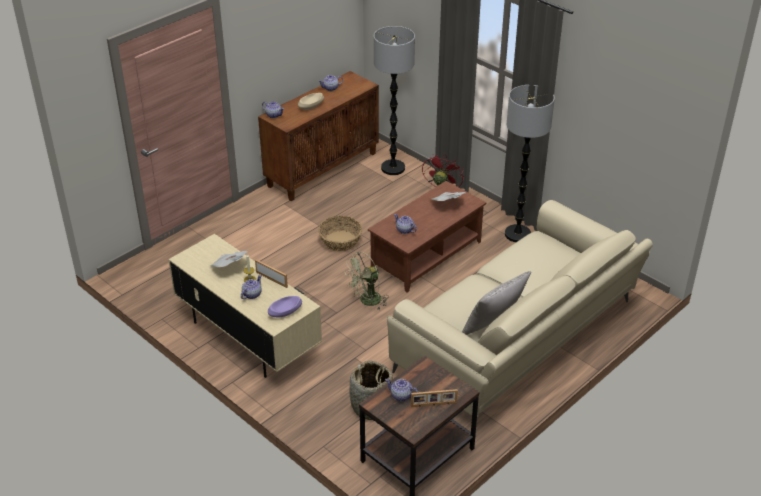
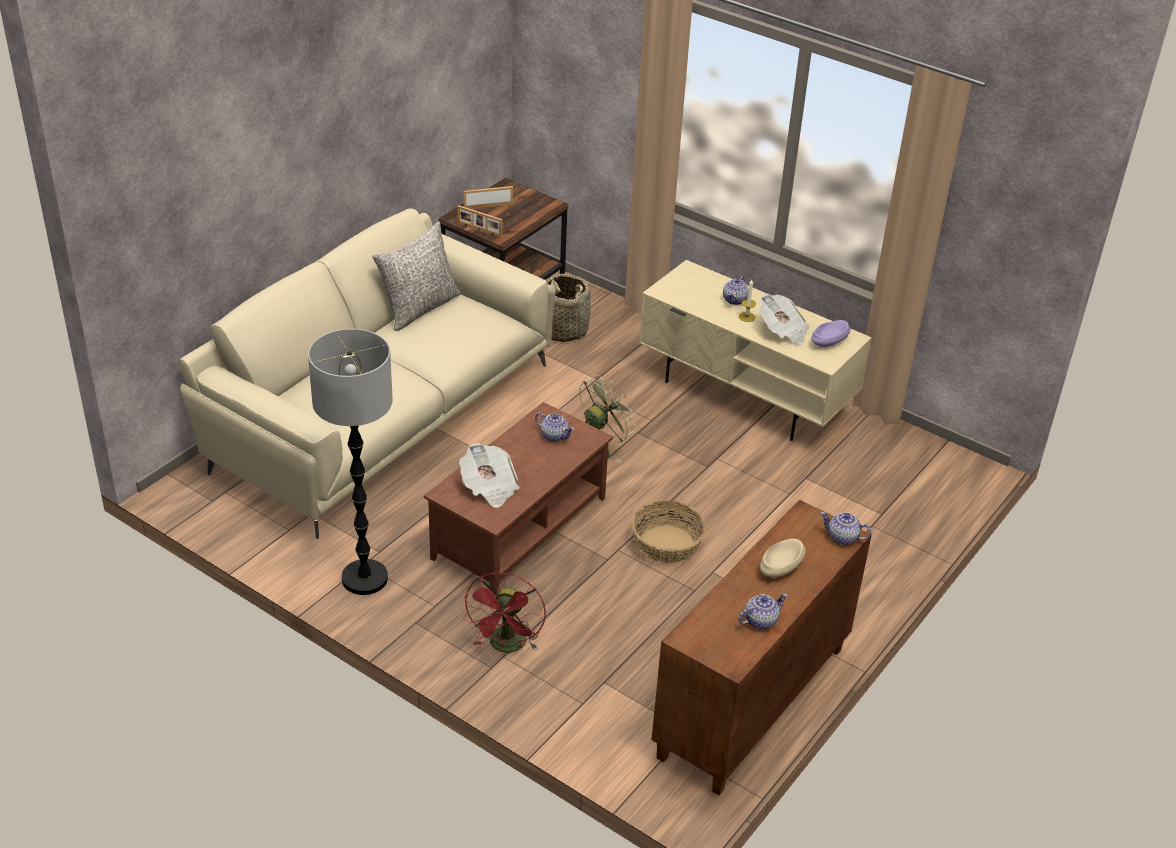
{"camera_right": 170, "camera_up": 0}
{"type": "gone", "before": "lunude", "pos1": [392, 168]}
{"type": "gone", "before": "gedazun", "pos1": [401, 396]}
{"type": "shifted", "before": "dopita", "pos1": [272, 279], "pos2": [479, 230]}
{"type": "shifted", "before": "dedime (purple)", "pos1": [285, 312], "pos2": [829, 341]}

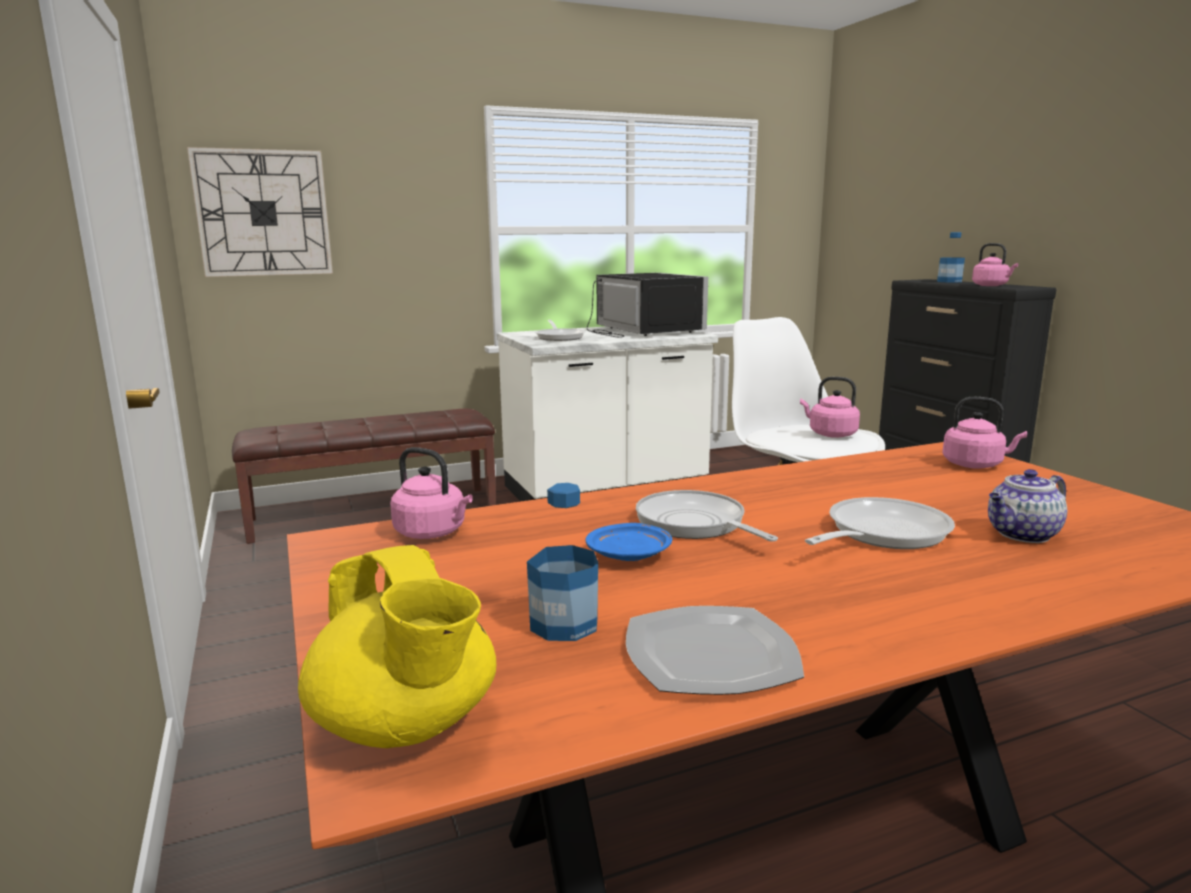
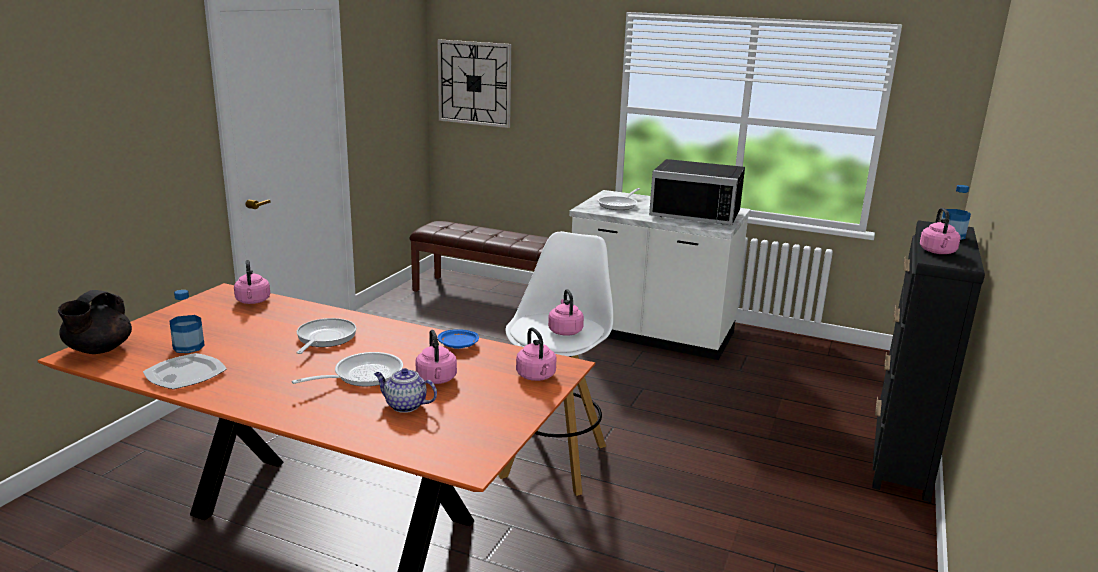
{"camera_right": 45, "camera_up": 5}
{"type": "new", "after": "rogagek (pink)", "pos2": [436, 380]}
{"type": "shifted", "before": "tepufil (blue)", "pos1": [629, 555], "pos2": [459, 345]}
{"type": "repainted", "before": "gedazun (yellow)", "after": "gedazun (black)", "pos1": [406, 726], "pos2": [98, 350]}
{"type": "rotated", "before": "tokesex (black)", "pos1": [642, 331], "pos2": [697, 213], "turn": 90}
{"type": "rotated", "before": "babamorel", "pos1": [880, 533], "pos2": [362, 375], "turn": -45}

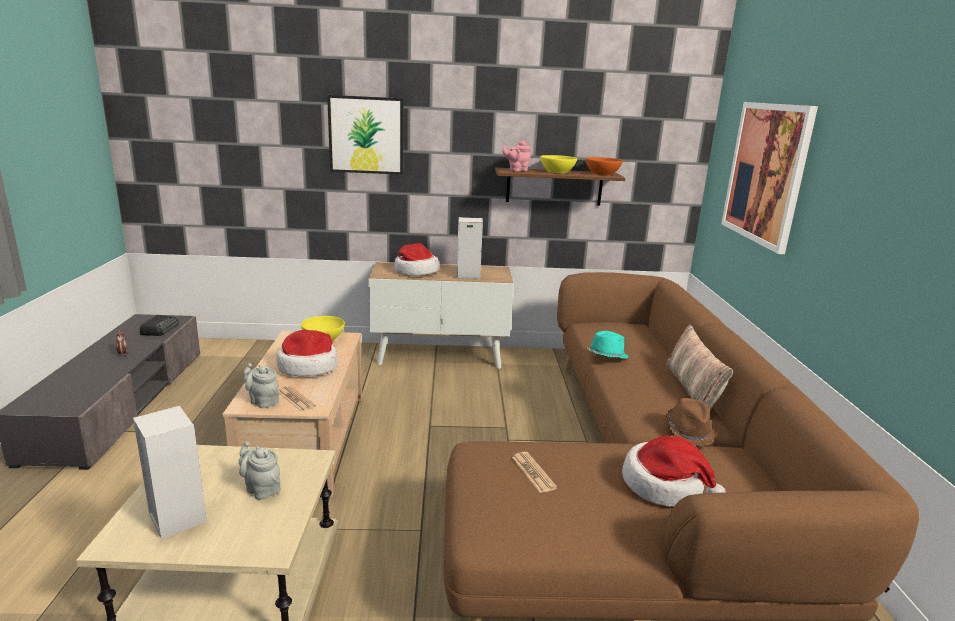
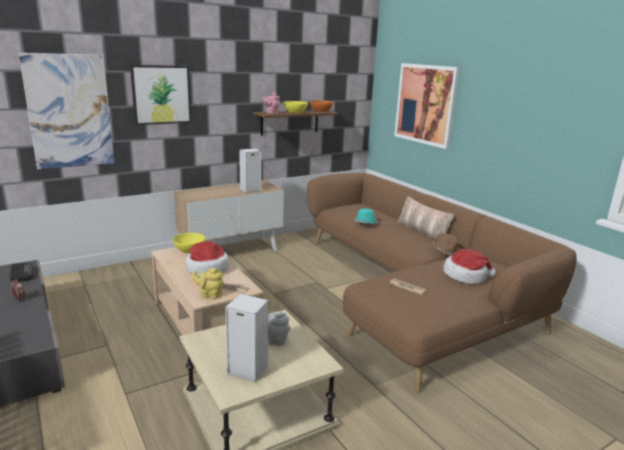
{"camera_right": -30, "camera_up": 0}
{"type": "gone", "before": "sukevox", "pos1": [415, 271]}
{"type": "new", "after": "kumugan", "pos2": [70, 112]}
{"type": "repainted", "before": "gedazun (grey)", "after": "gedazun (yellow)", "pos1": [263, 401], "pos2": [209, 295]}

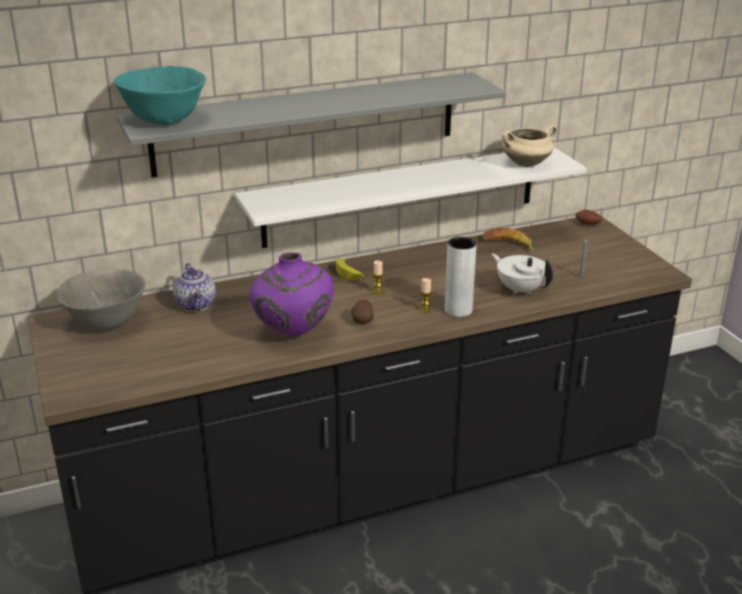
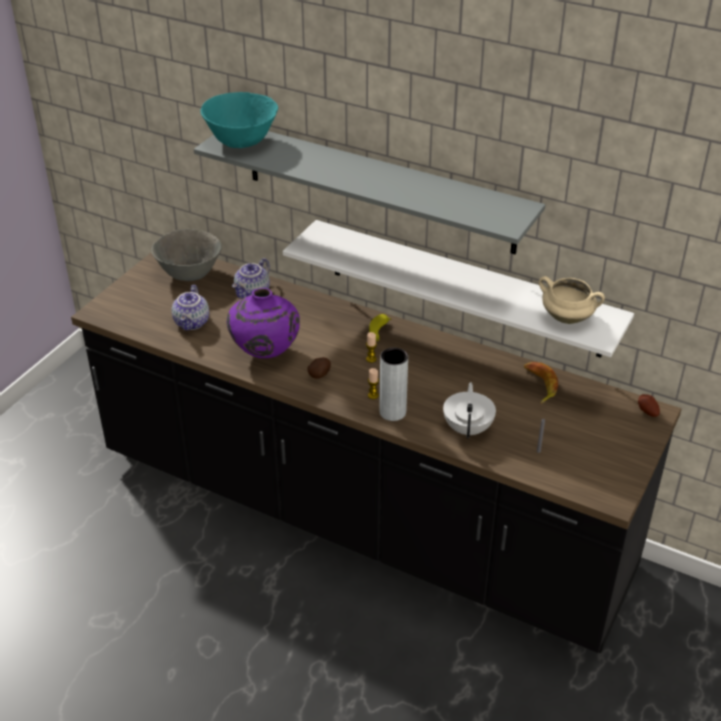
{"camera_right": 50, "camera_up": 10}
{"type": "new", "after": "gedazun", "pos2": [192, 323]}

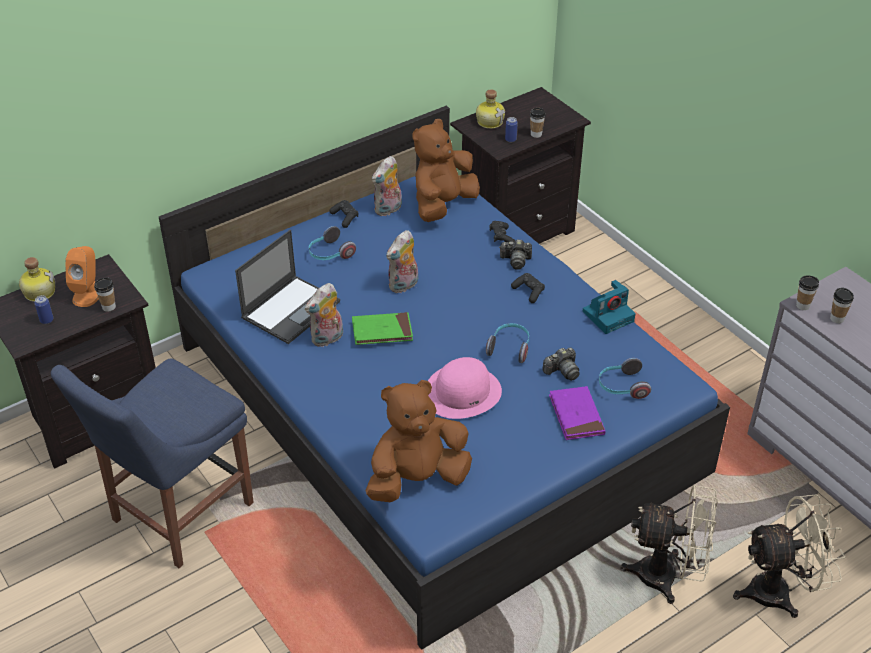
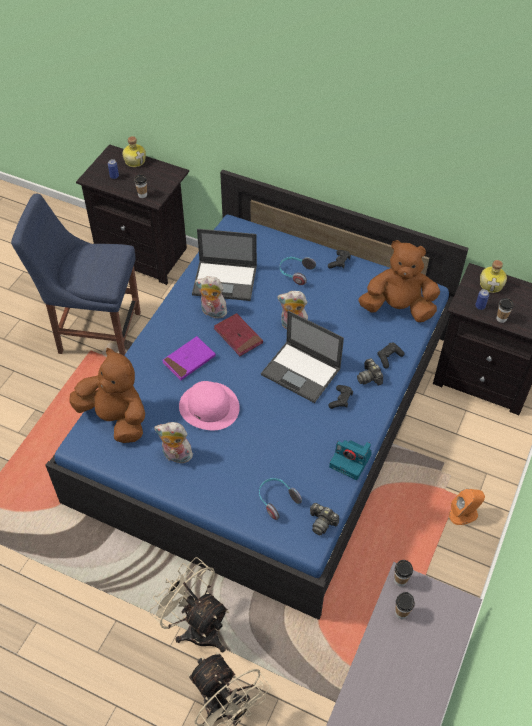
{"camera_right": 60, "camera_up": 10}
{"type": "gone", "before": "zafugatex", "pos1": [509, 348]}
{"type": "new", "after": "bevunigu", "pos2": [302, 372]}
{"type": "shifted", "before": "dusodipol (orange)", "pos1": [88, 293], "pos2": [463, 514]}
{"type": "shifted", "before": "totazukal", "pos1": [388, 210], "pos2": [176, 456]}
{"type": "shifted", "before": "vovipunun", "pos1": [562, 371], "pos2": [322, 522]}
{"type": "shifted", "before": "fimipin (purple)", "pos1": [576, 415], "pos2": [189, 360]}
{"type": "repainted", "before": "fimipin (green)", "after": "fimipin (red)", "pos1": [382, 331], "pos2": [238, 336]}
{"type": "rotated", "before": "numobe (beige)", "pos1": [668, 577], "pos2": [197, 626], "turn": 150}

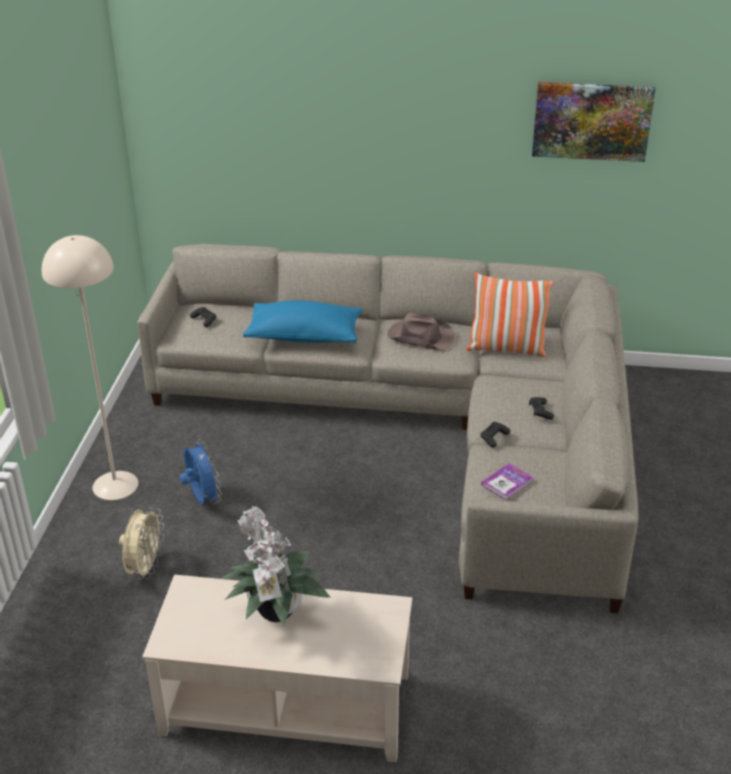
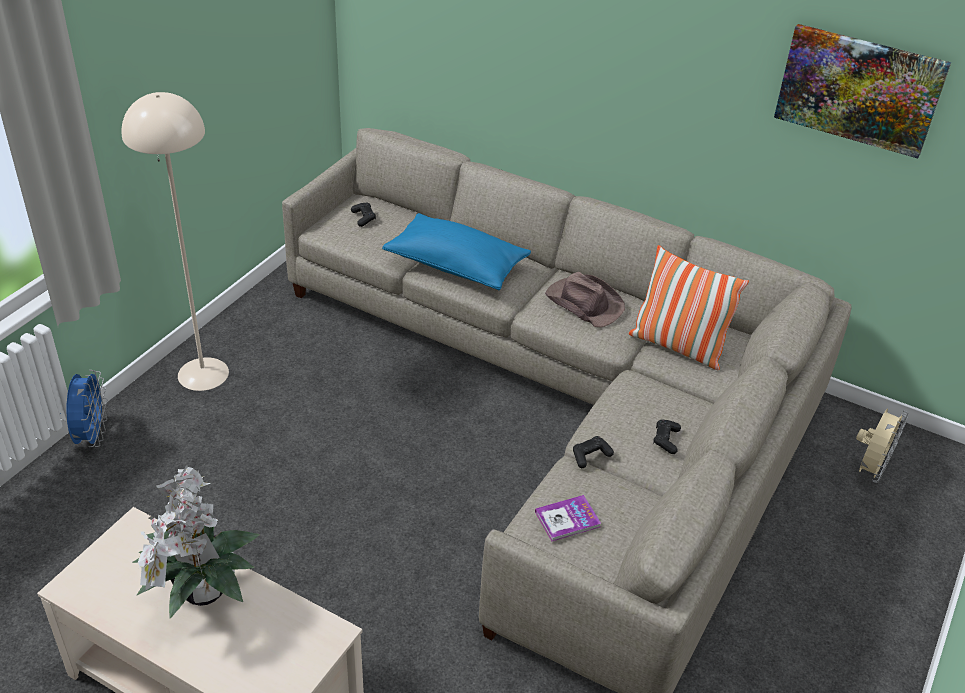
{"camera_right": 20, "camera_up": 5}
{"type": "shifted", "before": "numobe (beige)", "pos1": [145, 568], "pos2": [869, 470]}
{"type": "shifted", "before": "numobe (blue)", "pos1": [202, 499], "pos2": [91, 436]}

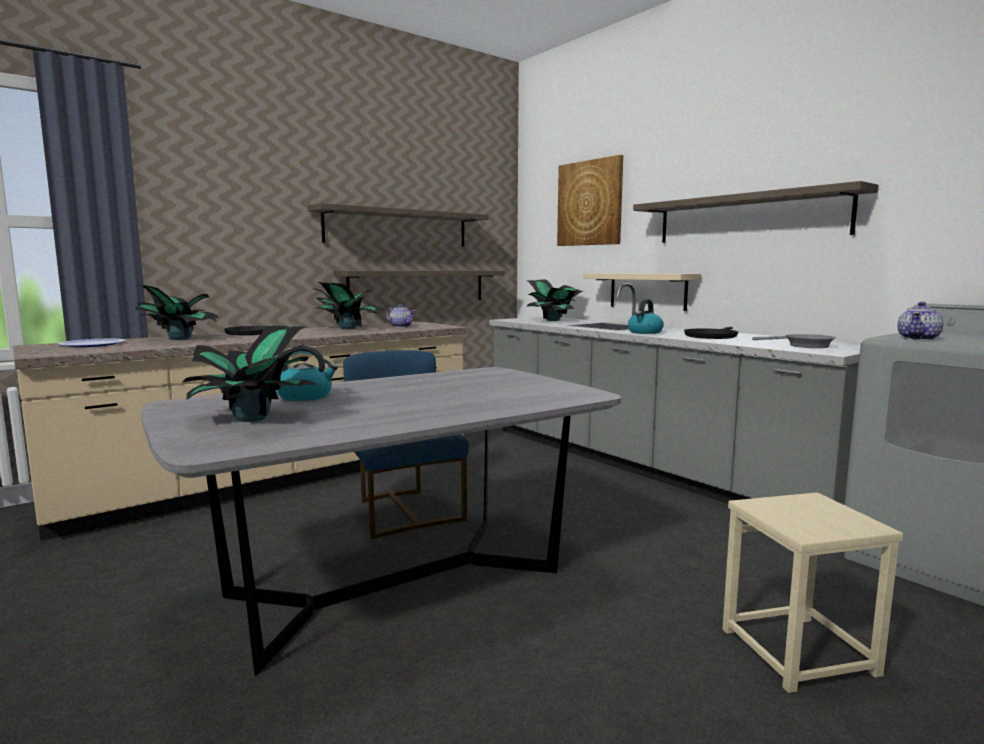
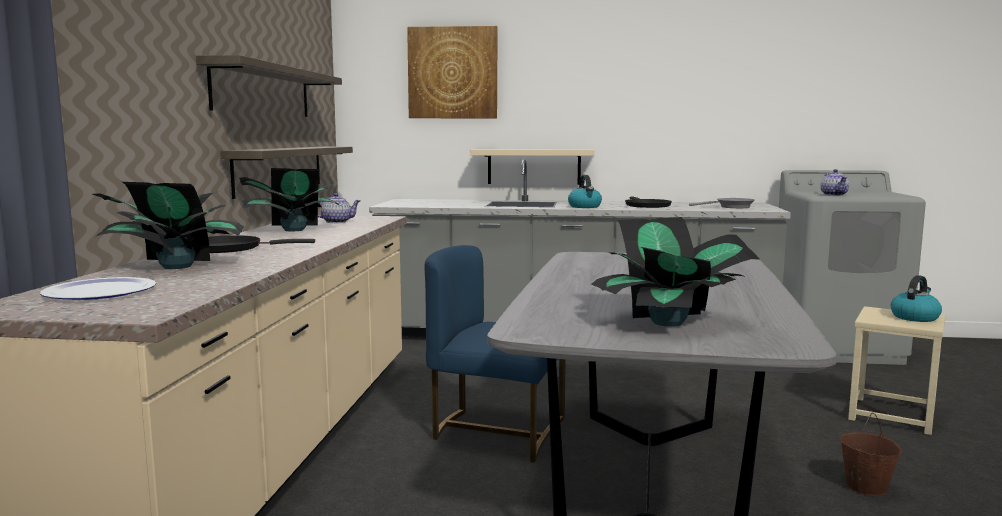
{"camera_right": -45, "camera_up": 0}
{"type": "gone", "before": "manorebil", "pos1": [553, 320]}
{"type": "gone", "before": "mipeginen", "pos1": [747, 218]}
{"type": "new", "after": "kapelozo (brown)", "pos2": [865, 487]}
{"type": "shifted", "before": "rogagek", "pos1": [306, 396], "pos2": [914, 317]}

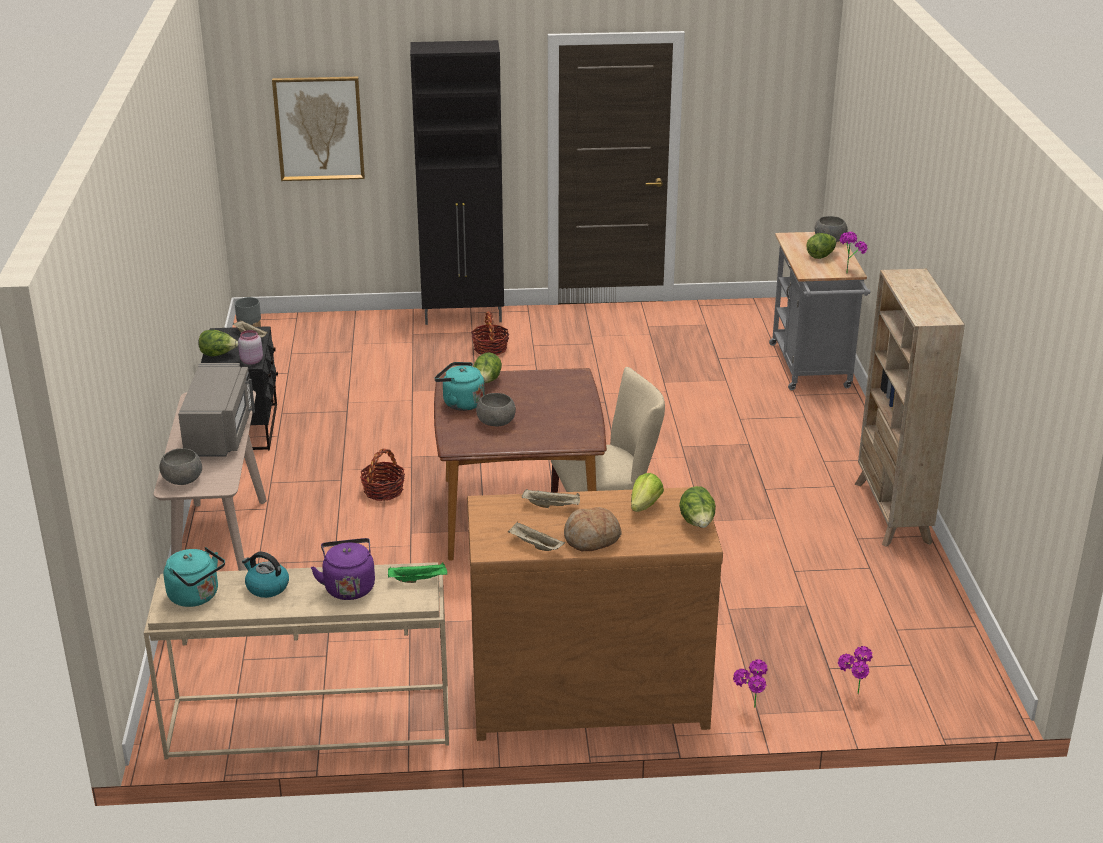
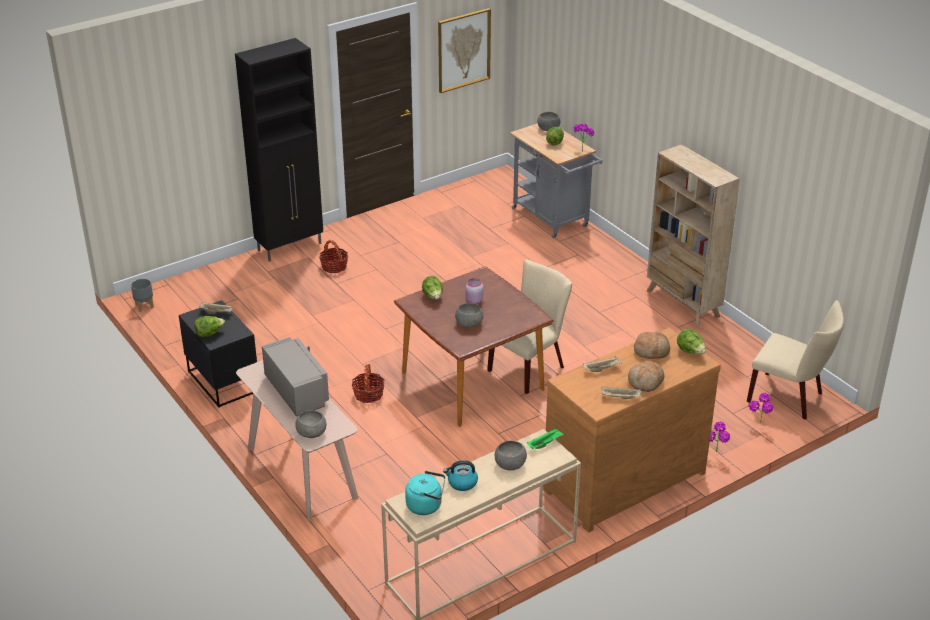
{"camera_right": -30, "camera_up": 5}
{"type": "gone", "before": "rogagek (turquoise)", "pos1": [460, 403]}
{"type": "new", "after": "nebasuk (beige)", "pos2": [790, 398]}
{"type": "shifted", "before": "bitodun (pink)", "pos1": [251, 361], "pos2": [473, 301]}
{"type": "shifted", "before": "kumugan", "pos1": [319, 128], "pos2": [463, 50]}
{"type": "swapped", "before": "rogagek (purple)", "after": "dedime (grey)", "pos1": [348, 587], "pos2": [510, 464]}
{"type": "swapped", "before": "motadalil", "after": "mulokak", "pos1": [644, 506], "pos2": [651, 351]}

